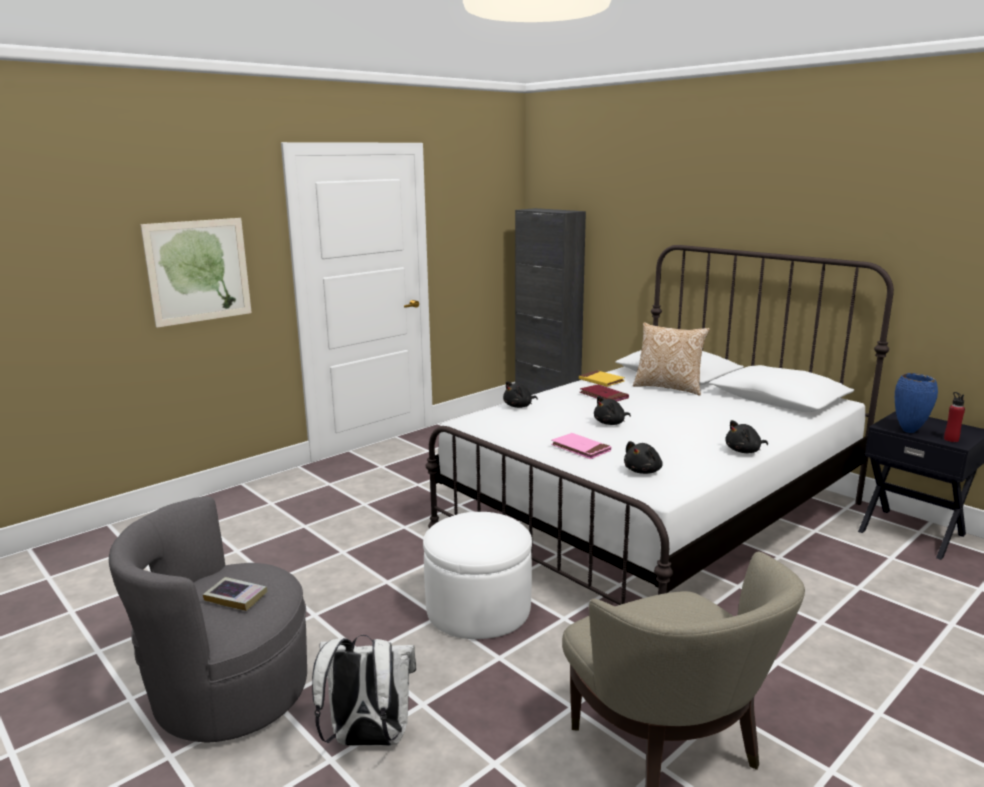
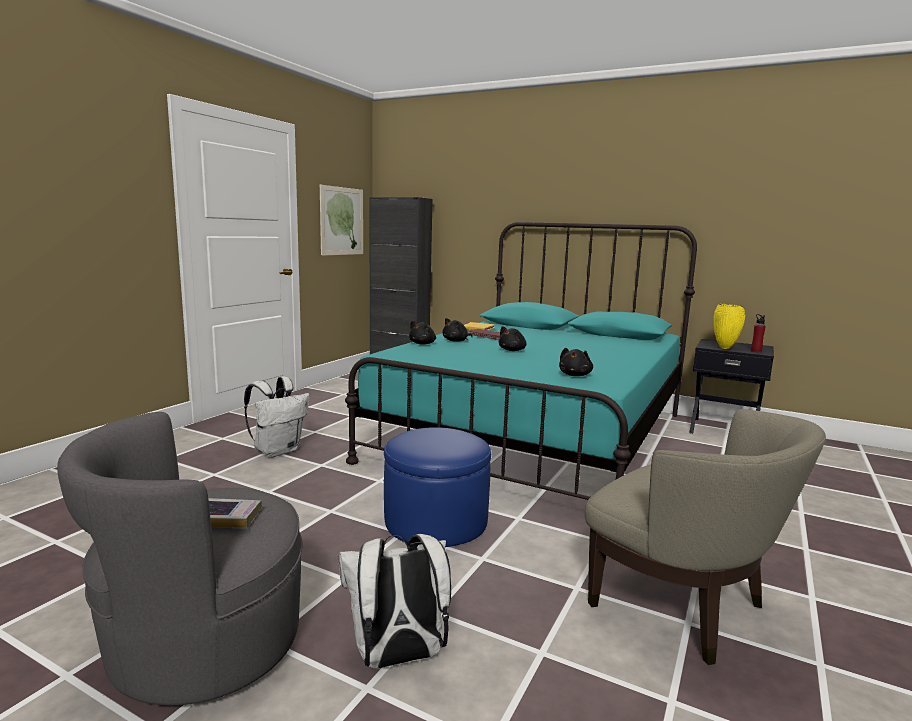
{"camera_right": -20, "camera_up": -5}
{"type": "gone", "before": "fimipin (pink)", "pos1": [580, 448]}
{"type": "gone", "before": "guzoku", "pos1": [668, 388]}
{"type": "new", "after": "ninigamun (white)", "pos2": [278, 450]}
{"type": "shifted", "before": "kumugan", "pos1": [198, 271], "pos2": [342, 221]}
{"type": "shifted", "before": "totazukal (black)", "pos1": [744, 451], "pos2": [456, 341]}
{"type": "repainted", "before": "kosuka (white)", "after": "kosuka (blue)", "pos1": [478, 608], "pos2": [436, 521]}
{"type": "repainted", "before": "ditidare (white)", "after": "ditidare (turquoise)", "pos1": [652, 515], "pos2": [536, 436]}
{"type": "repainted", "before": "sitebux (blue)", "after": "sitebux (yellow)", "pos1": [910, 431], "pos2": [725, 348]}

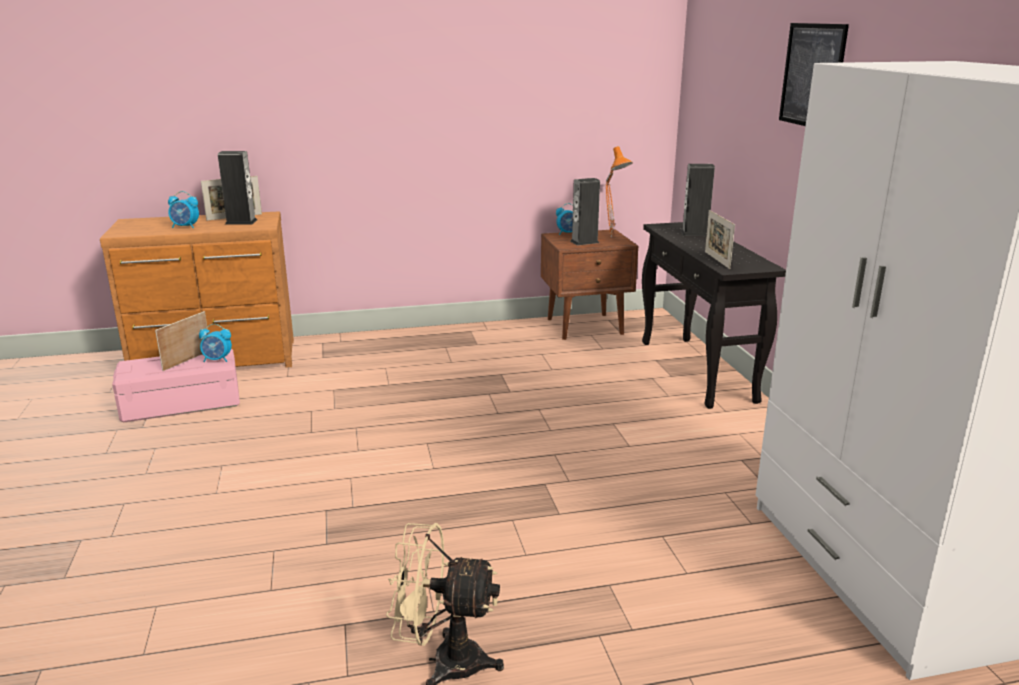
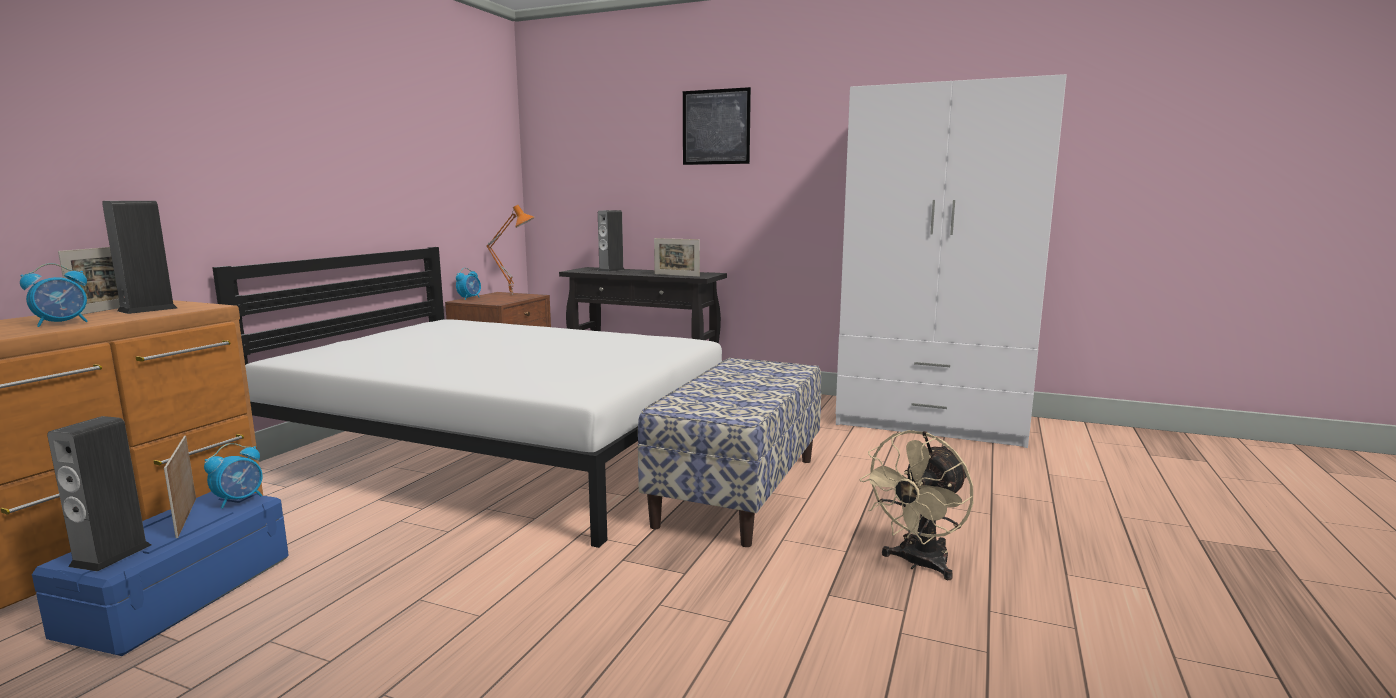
{"camera_right": -55, "camera_up": -10}
{"type": "new", "after": "ditidare (white)", "pos2": [502, 451]}
{"type": "new", "after": "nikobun", "pos2": [738, 490]}
{"type": "shifted", "before": "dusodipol", "pos1": [584, 242], "pos2": [111, 555]}
{"type": "repainted", "before": "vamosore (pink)", "after": "vamosore (blue)", "pos1": [182, 402], "pos2": [180, 595]}

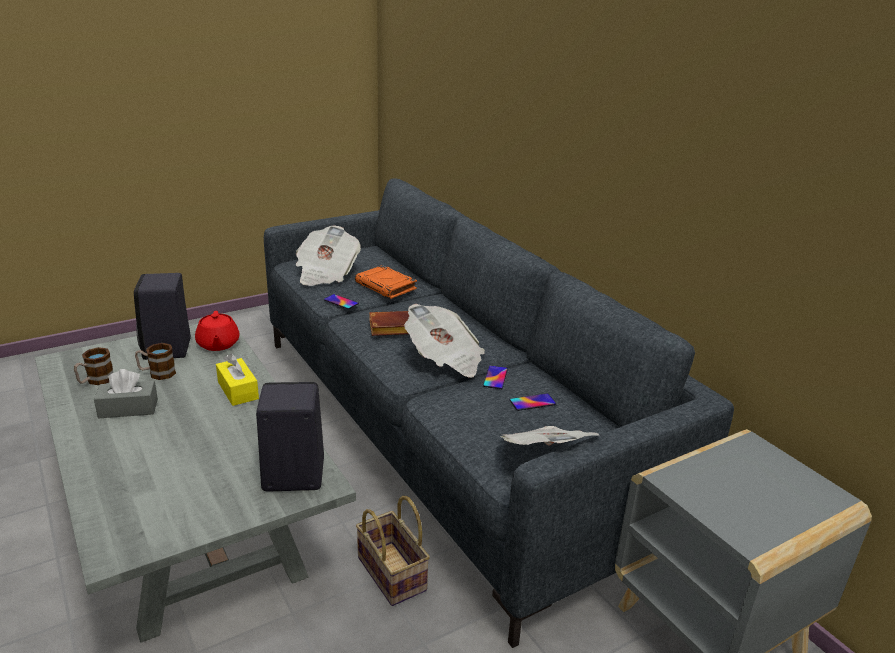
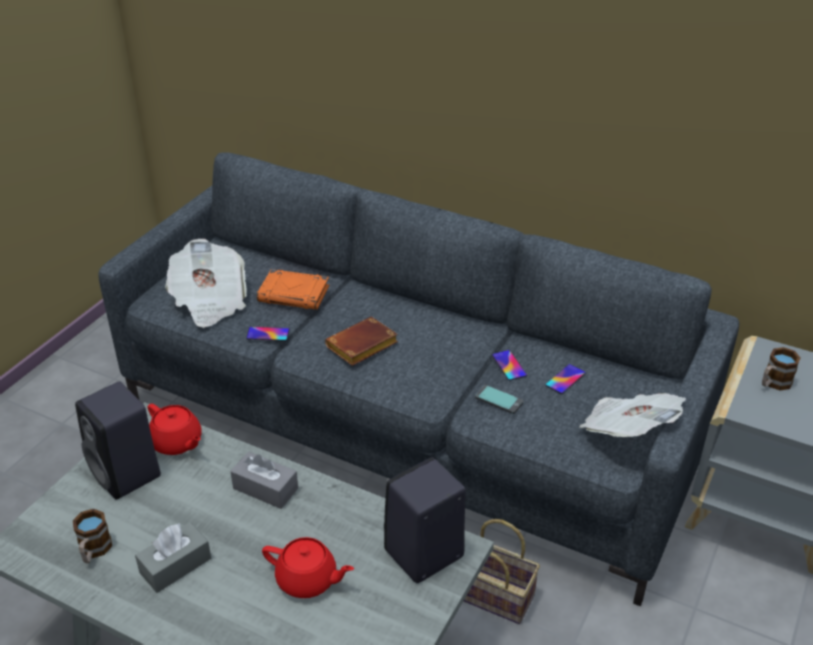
{"camera_right": -30, "camera_up": 10}
{"type": "gone", "before": "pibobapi", "pos1": [445, 359]}
{"type": "new", "after": "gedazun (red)", "pos2": [308, 580]}
{"type": "new", "after": "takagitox", "pos2": [499, 400]}
{"type": "shifted", "before": "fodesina", "pos1": [157, 373], "pos2": [773, 383]}
{"type": "repainted", "before": "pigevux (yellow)", "after": "pigevux (grey)", "pos1": [238, 390], "pos2": [265, 488]}

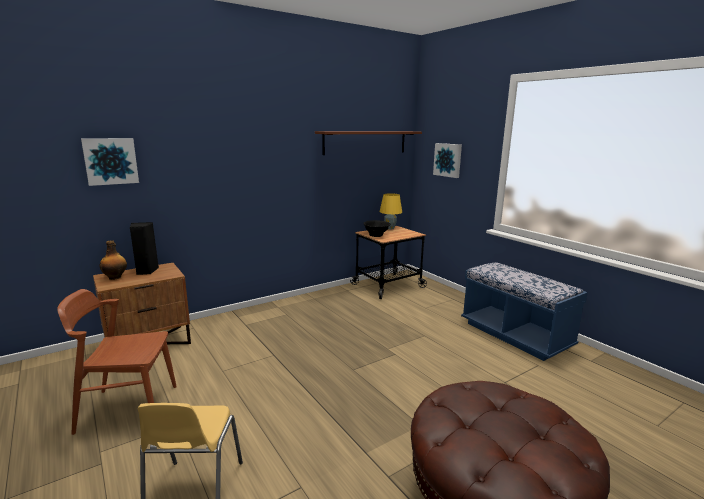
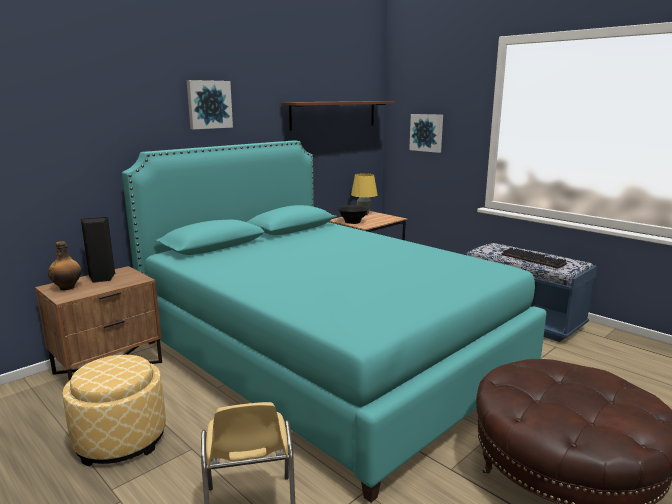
{"camera_right": -10, "camera_up": 0}
{"type": "new", "after": "ditidare (turquoise)", "pos2": [327, 357]}
{"type": "new", "after": "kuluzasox", "pos2": [534, 259]}
{"type": "shifted", "before": "kumugan", "pos1": [110, 161], "pos2": [209, 104]}
{"type": "swapped", "before": "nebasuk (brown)", "after": "kosuka", "pos1": [127, 408], "pos2": [121, 440]}

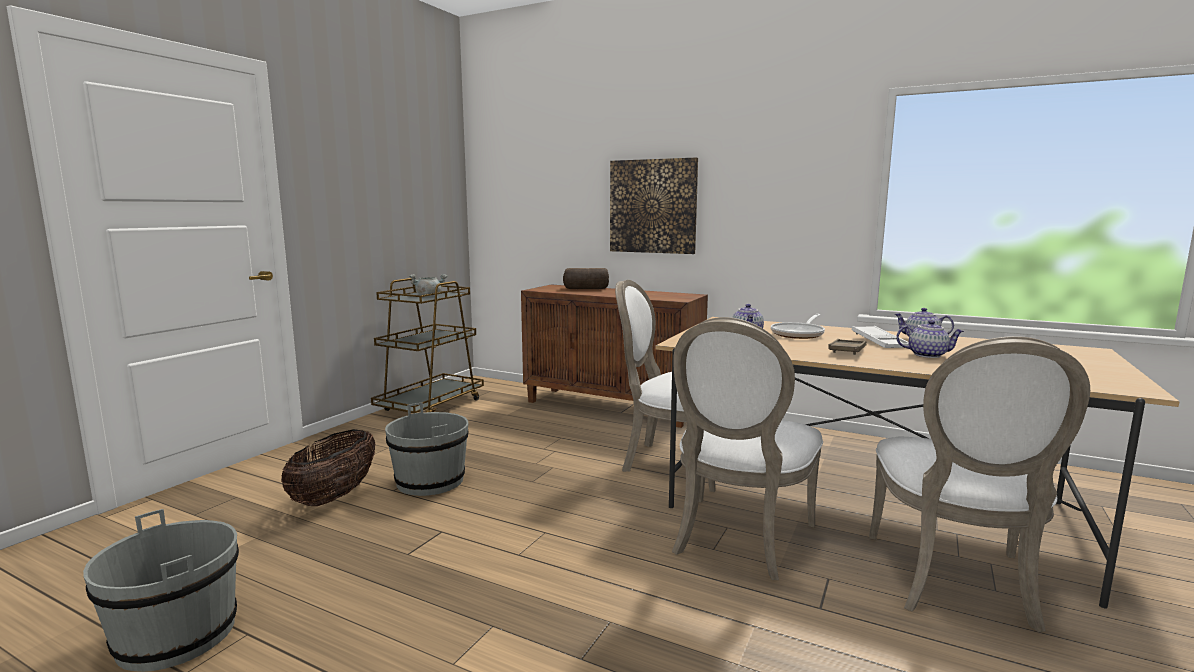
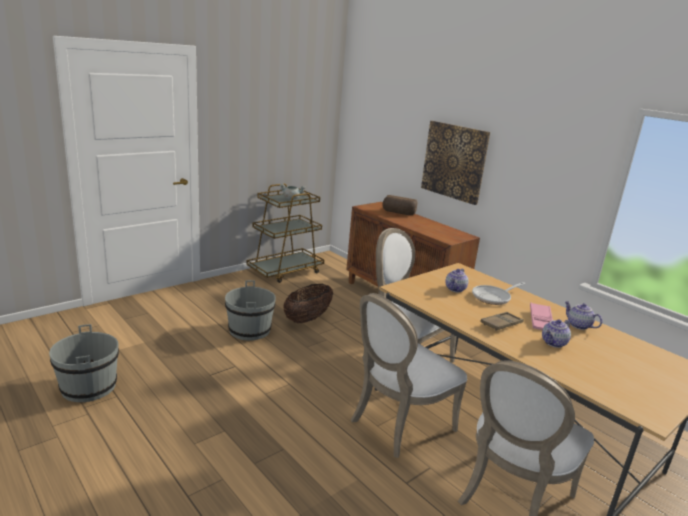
{"camera_right": 20, "camera_up": 10}
{"type": "shifted", "before": "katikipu", "pos1": [334, 496], "pos2": [307, 319]}
{"type": "repainted", "before": "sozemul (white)", "after": "sozemul (pink)", "pos1": [879, 342], "pos2": [540, 320]}
{"type": "rotated", "before": "gedazun", "pos1": [927, 355], "pos2": [554, 343], "turn": 105}

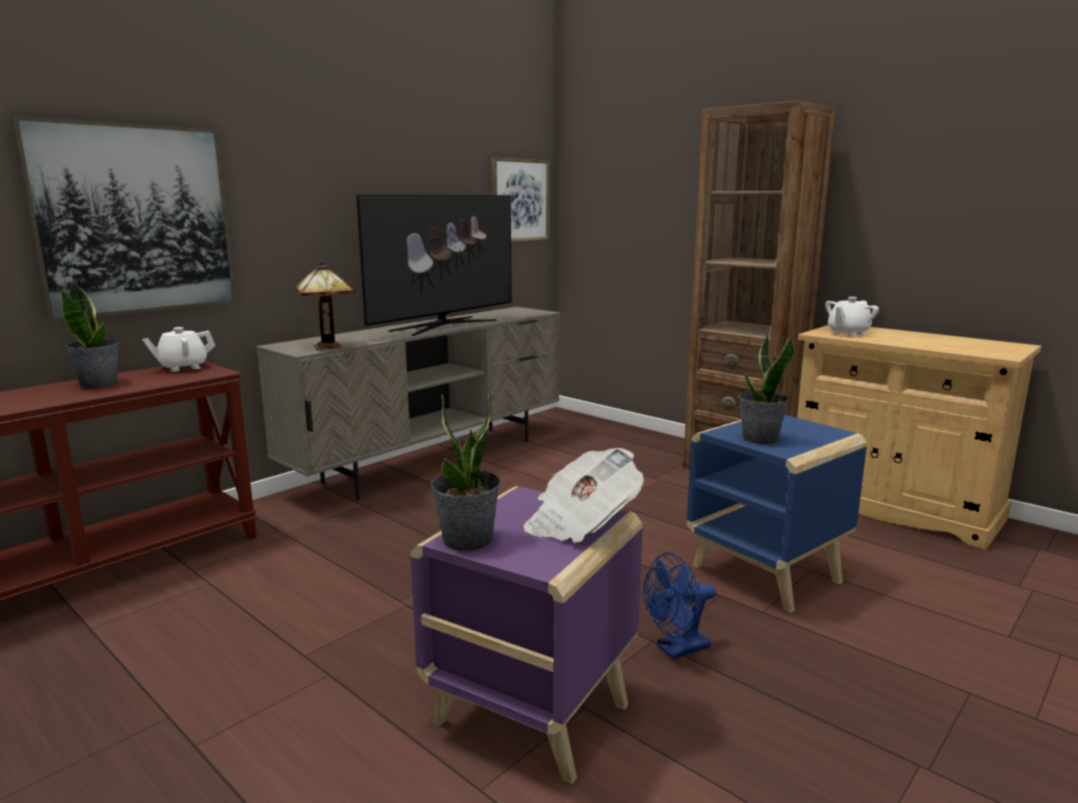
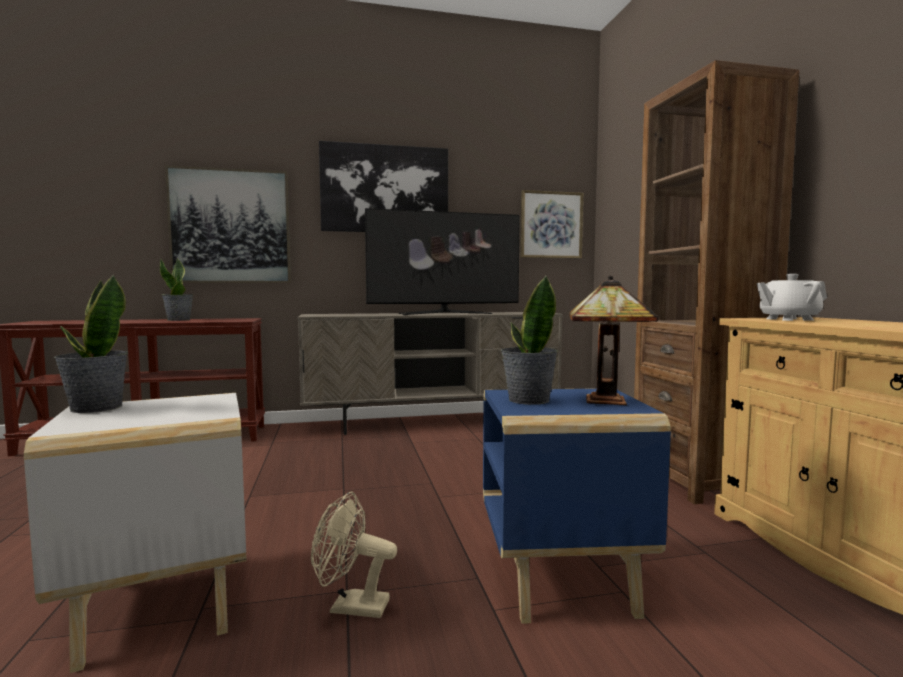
{"camera_right": 35, "camera_up": -10}
{"type": "gone", "before": "gedazun (white)", "pos1": [182, 367]}
{"type": "gone", "before": "pibobapi", "pos1": [581, 523]}
{"type": "new", "after": "kumugan", "pos2": [385, 189]}
{"type": "shifted", "before": "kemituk", "pos1": [330, 346], "pos2": [609, 400]}
{"type": "repainted", "before": "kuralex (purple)", "after": "kuralex (white)", "pos1": [528, 713], "pos2": [161, 601]}
{"type": "repainted", "before": "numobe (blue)", "after": "numobe (beige)", "pos1": [676, 649], "pos2": [350, 607]}

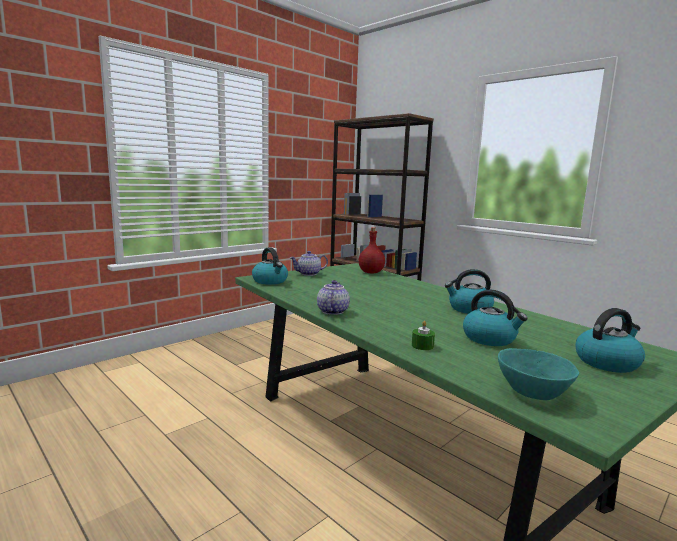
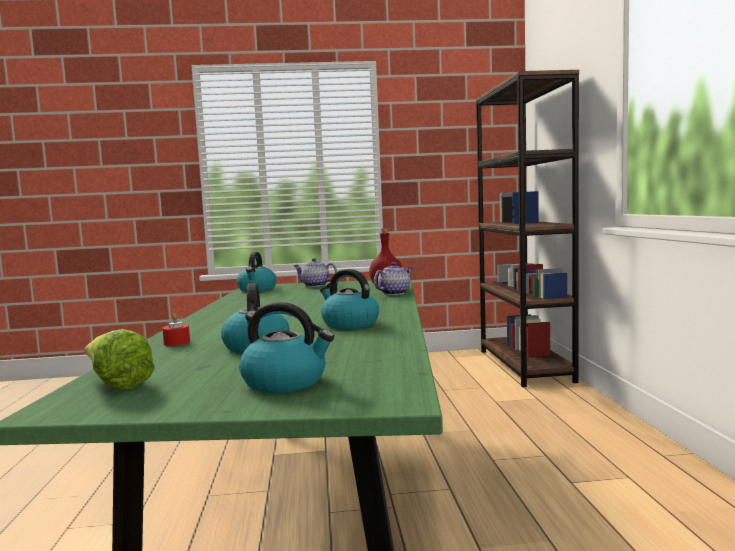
{"camera_right": 40, "camera_up": -5}
{"type": "shifted", "before": "gedazun", "pos1": [332, 311], "pos2": [394, 293]}
{"type": "swapped", "before": "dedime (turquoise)", "after": "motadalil", "pos1": [534, 392], "pos2": [117, 384]}
{"type": "repainted", "before": "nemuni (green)", "after": "nemuni (red)", "pos1": [422, 346], "pos2": [177, 343]}

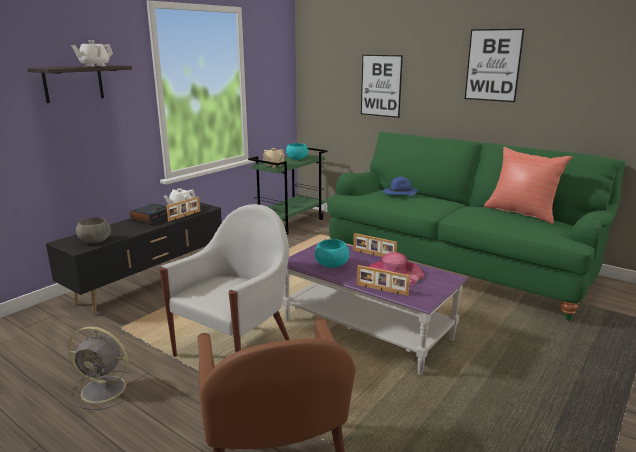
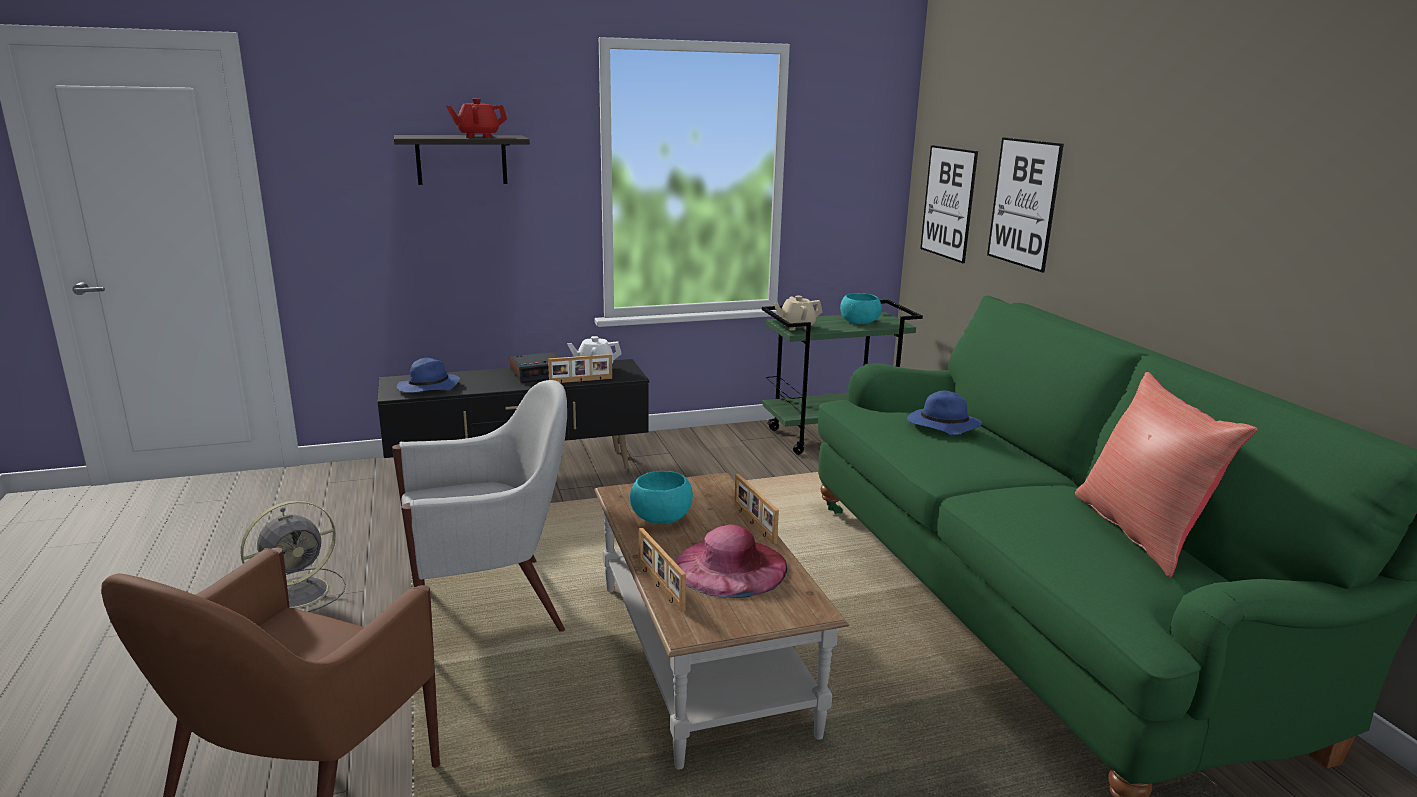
{"camera_right": 35, "camera_up": 0}
{"type": "shifted", "before": "kumugan", "pos1": [493, 65], "pos2": [948, 203]}
{"type": "swapped", "before": "dedime (grey)", "after": "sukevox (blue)", "pos1": [95, 240], "pos2": [428, 388]}
{"type": "repainted", "before": "gedazun (white)", "after": "gedazun (red)", "pos1": [94, 66], "pos2": [478, 136]}
{"type": "repainted", "before": "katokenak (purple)", "after": "katokenak (brown)", "pos1": [367, 330], "pos2": [702, 656]}
{"type": "rotated", "before": "numobe (grey)", "pos1": [105, 389], "pos2": [300, 592], "turn": -90}

